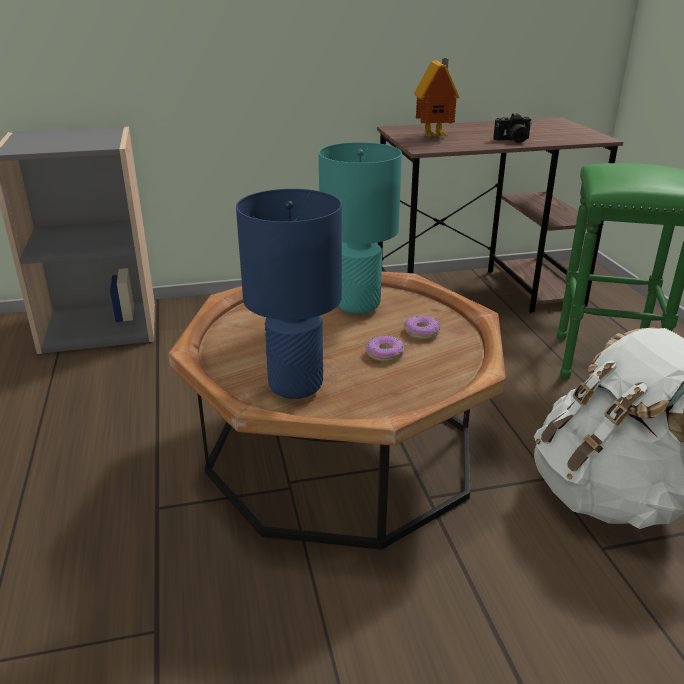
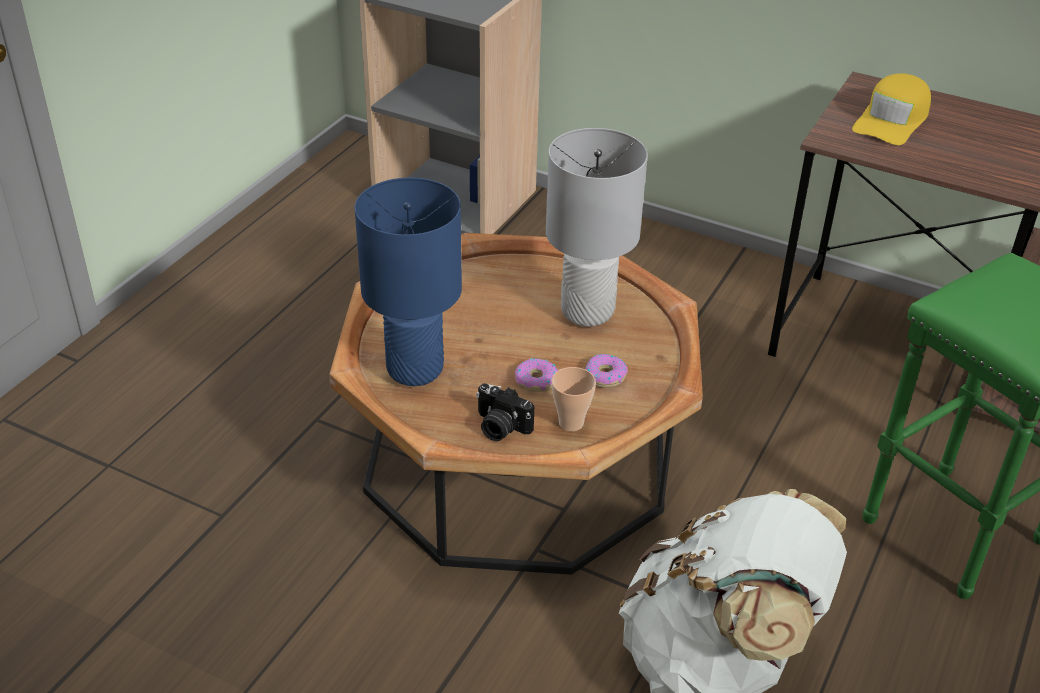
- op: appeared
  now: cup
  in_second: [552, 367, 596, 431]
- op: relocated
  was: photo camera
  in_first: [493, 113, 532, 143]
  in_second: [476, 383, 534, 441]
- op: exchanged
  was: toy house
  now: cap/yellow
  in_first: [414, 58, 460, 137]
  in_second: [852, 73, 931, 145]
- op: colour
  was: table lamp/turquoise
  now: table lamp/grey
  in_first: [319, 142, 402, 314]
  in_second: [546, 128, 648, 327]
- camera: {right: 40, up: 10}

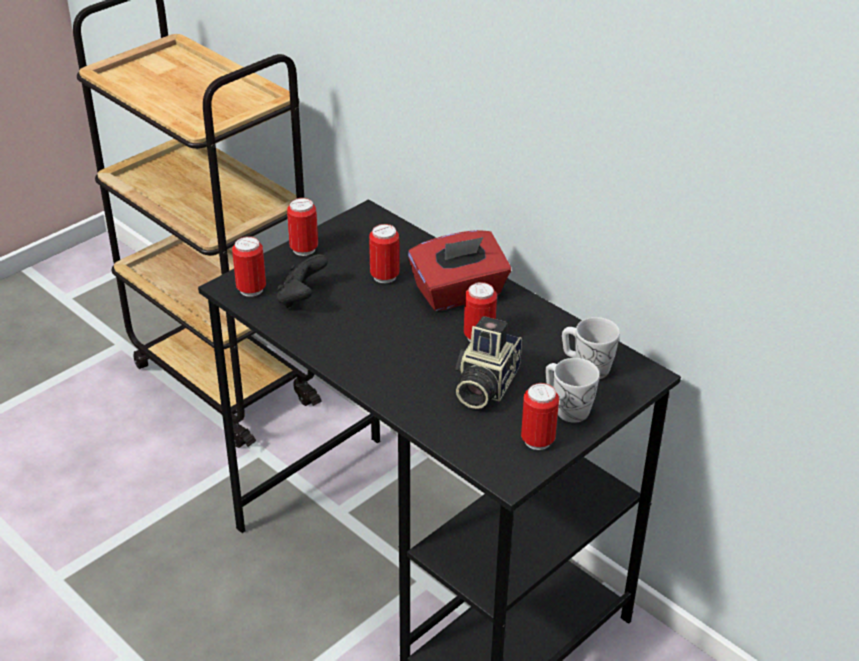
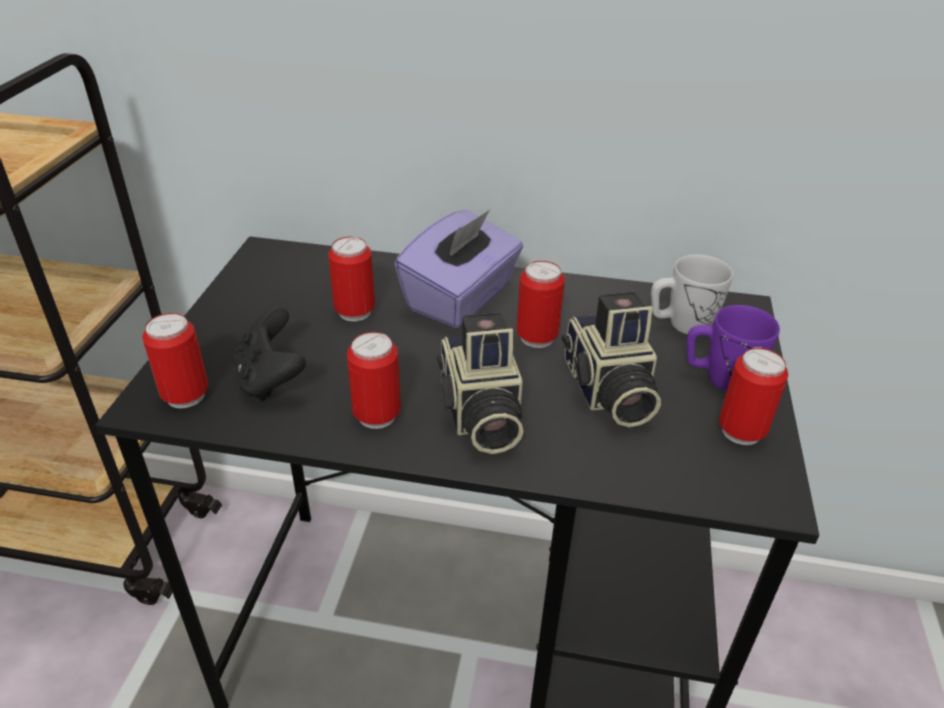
- op: appeared
  now: photo camera
  in_second: [437, 312, 524, 454]
- op: relocated
  was: can
  in_first: [287, 198, 318, 256]
  in_second: [347, 332, 401, 429]
- op: colour
  was: tissue box/red
  now: tissue box/purple
  in_first: [408, 230, 511, 311]
  in_second: [395, 210, 523, 328]
- op: colour
  was: mug/white
  now: mug/purple
  in_first: [545, 358, 600, 423]
  in_second: [687, 305, 780, 392]
- camera: {right: -35, up: 0}

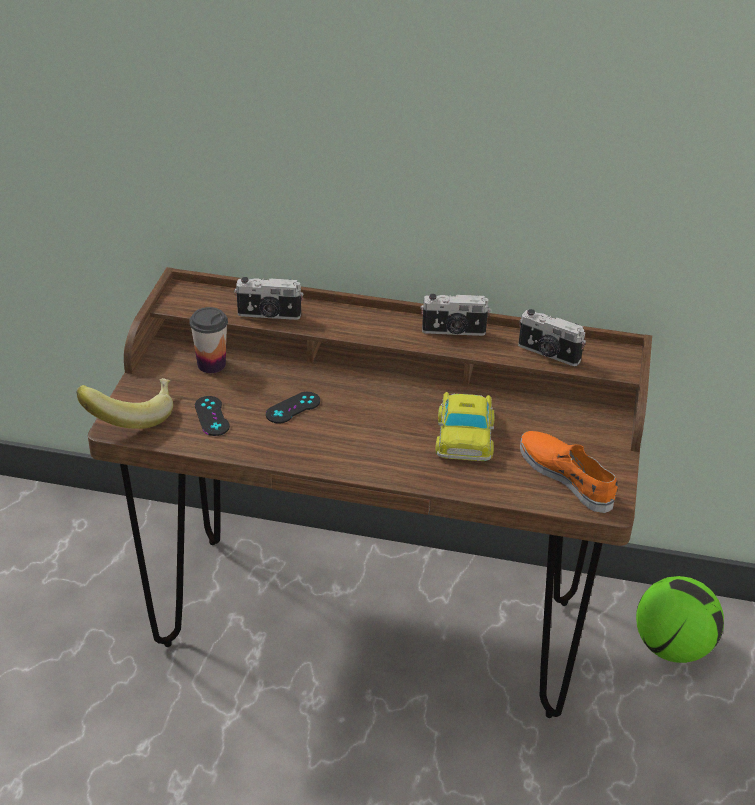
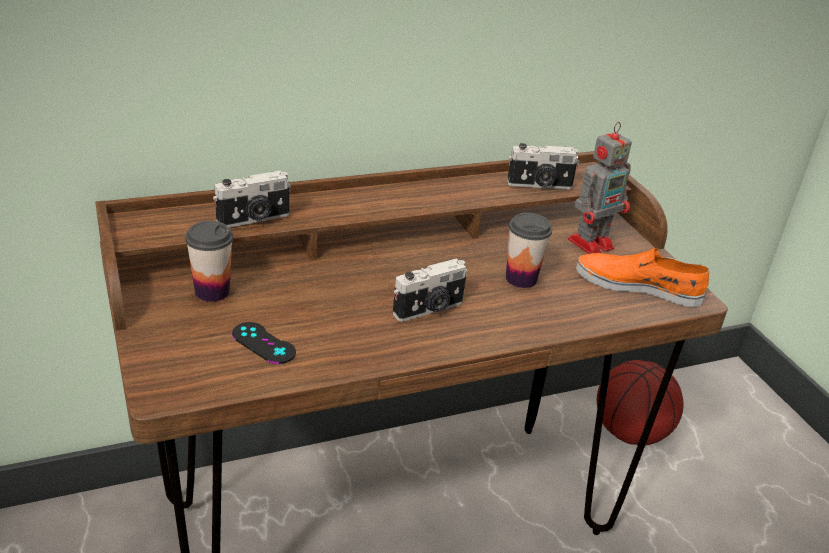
- op: missing
  was: banana
  in_first: [76, 378, 173, 429]
- op: missing
  was: game controller/black
  in_first: [266, 392, 320, 423]
- op: appeared
  now: toy robot
  in_second: [568, 122, 632, 254]
- op: relocated
  was: photo camera
  in_first: [421, 294, 491, 336]
  in_second: [393, 258, 467, 322]
- op: exchanged
  was: toy car
  now: cup
  in_first: [435, 392, 495, 461]
  in_second: [506, 213, 552, 288]
- op: exchanged
  was: football
  now: basketball
  in_first: [636, 576, 724, 663]
  in_second: [597, 360, 684, 445]
- camera: {right: -35, up: -5}

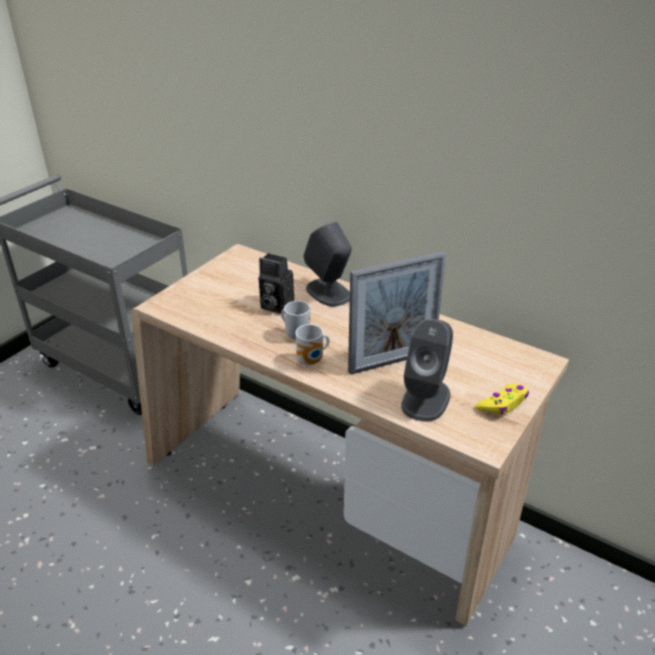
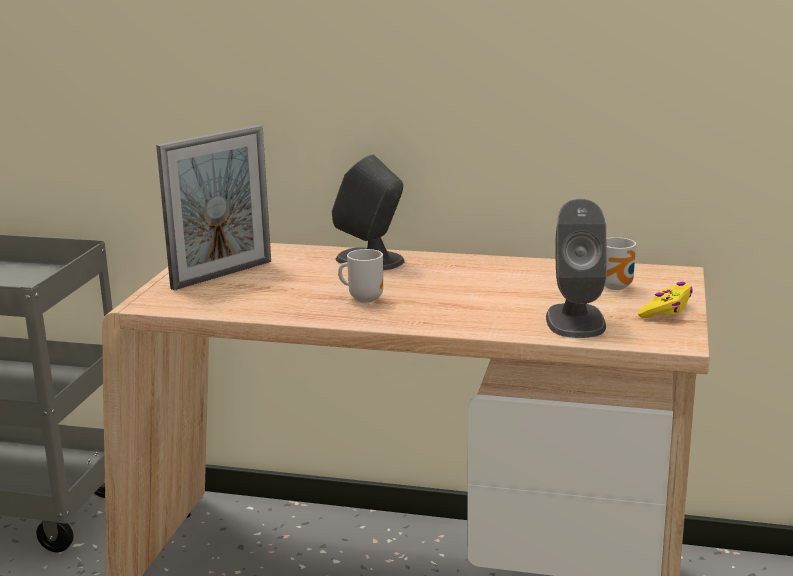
- op: missing
  was: photo camera
  in_first: [258, 253, 294, 314]
- op: relocated
  was: mug
  in_first: [295, 324, 330, 365]
  in_second: [605, 237, 636, 290]
- op: relocated
  was: picture frame
  in_first: [348, 251, 446, 375]
  in_second: [156, 125, 271, 290]
- camera: {right: -20, up: -15}

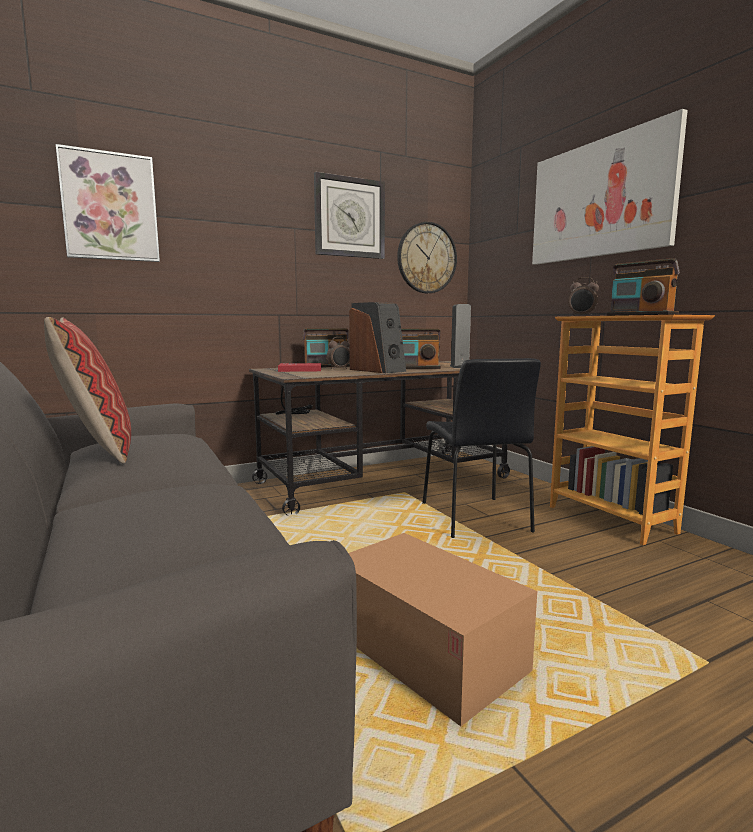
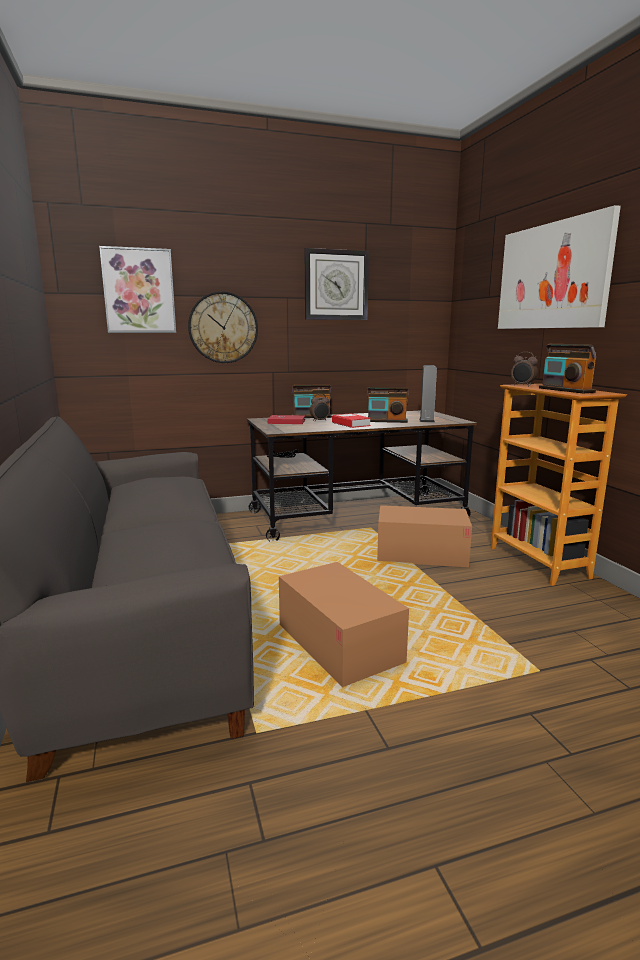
- op: missing
  was: pillow
  in_first: [44, 317, 131, 463]
- op: relocated
  was: wall clock
  in_first: [397, 222, 457, 293]
  in_second: [188, 291, 258, 363]
- op: exchanged
  was: speaker
  now: book
  in_first: [349, 302, 406, 373]
  in_second: [332, 413, 371, 428]
- op: exchanged
  was: chair/black
  now: cardboard box
  in_first: [422, 358, 541, 538]
  in_second: [377, 505, 472, 567]
- camera: {right: 10, up: 5}

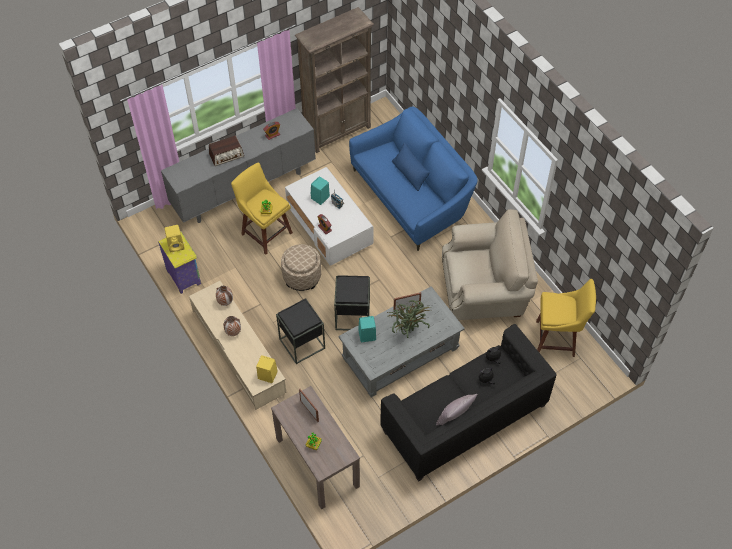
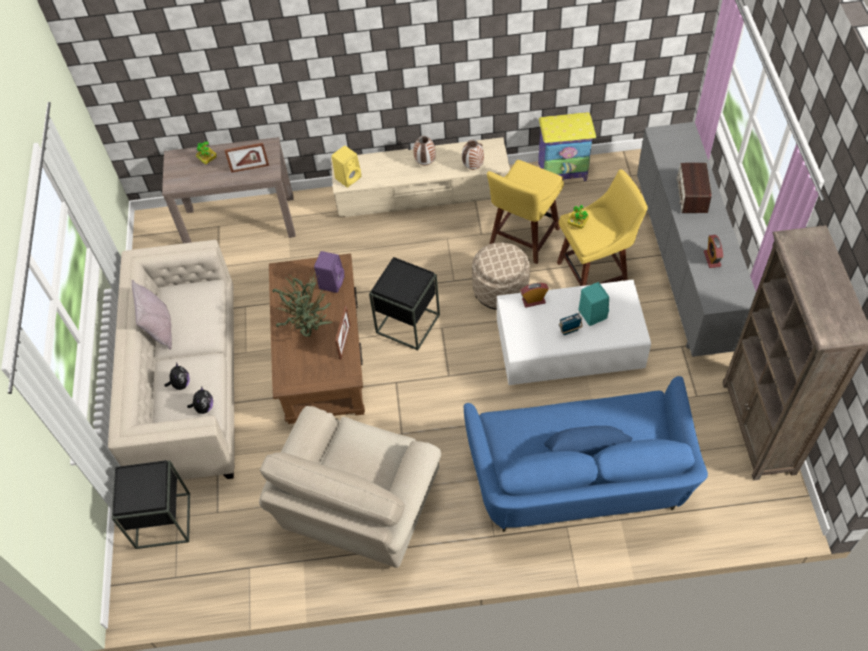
- op: missing
  was: speaker/yellow
  in_first: [164, 225, 185, 253]
- op: relocated
  was: side table/black
  in_first: [276, 299, 325, 364]
  in_second: [112, 460, 190, 549]
- op: relocated
  was: stool/yellow
  in_first: [536, 279, 596, 357]
  in_second: [487, 160, 564, 264]
- op: colour
  was: coffee table/grey
  now: coffee table/brown
  in_first: [339, 286, 465, 397]
  in_second: [269, 253, 365, 424]
- op: colour
  was: speaker/turquoise
  now: speaker/purple
  in_first: [359, 316, 376, 342]
  in_second: [314, 251, 345, 293]
- op: colour
  was: sofa/black
  now: sofa/beige
  in_first: [380, 324, 557, 482]
  in_second: [108, 240, 235, 480]
- camera: {right: 120, up: 0}

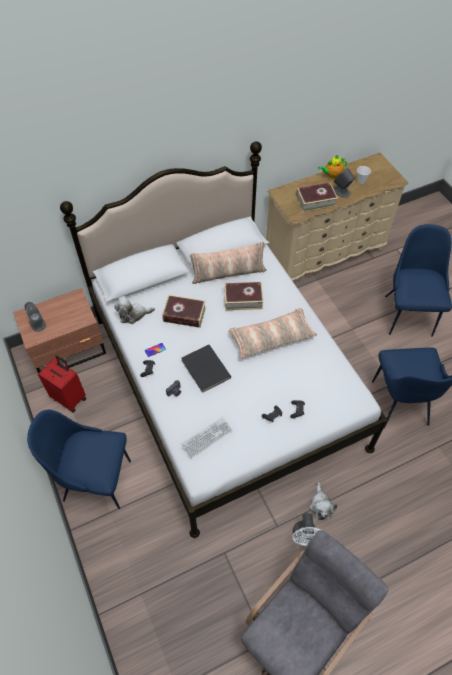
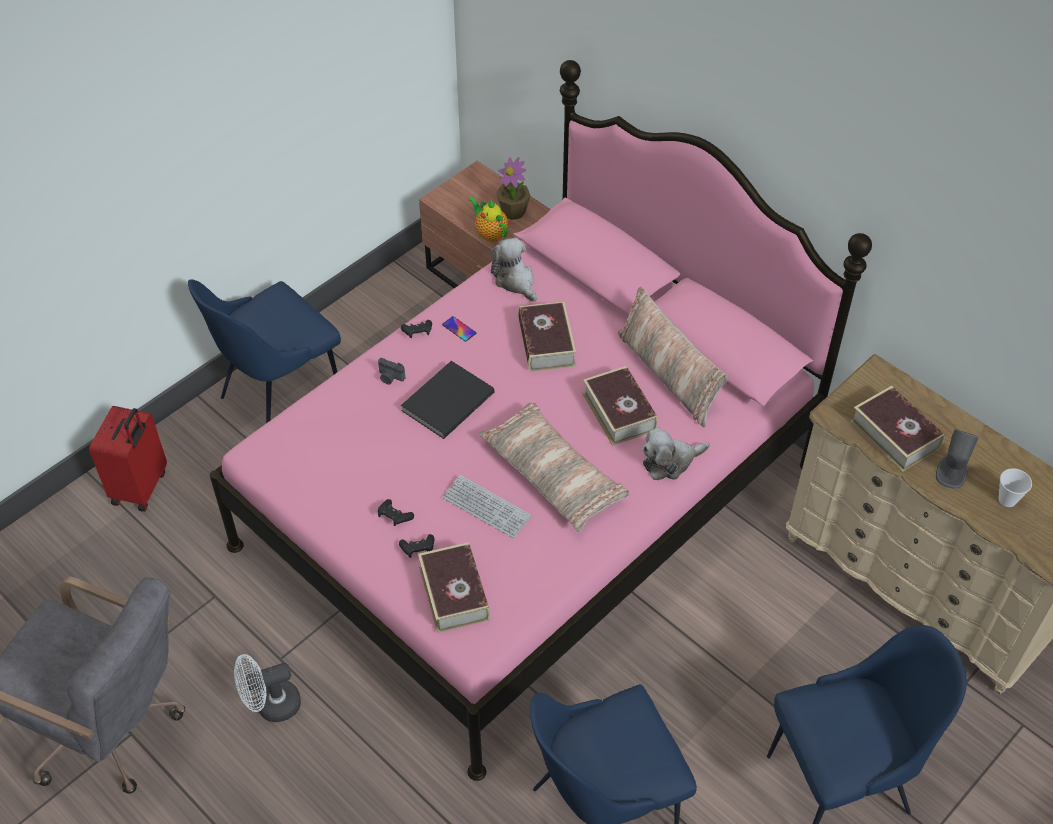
- op: missing
  was: speaker/grey
  in_first: [24, 302, 46, 332]
- op: appeared
  now: book
  in_second: [418, 542, 490, 633]
- op: appeared
  now: potted plant
  in_second: [496, 157, 530, 220]
- op: relocated
  was: suitcase/red
  in_first: [38, 355, 86, 413]
  in_second: [89, 406, 167, 512]
- op: relocated
  was: keyboard
  in_first: [181, 417, 233, 458]
  in_second: [443, 475, 531, 539]
- op: relocated
  was: plush toy
  in_first: [309, 482, 337, 520]
  in_second: [642, 428, 710, 480]
- op: relocated
  was: teapot
  in_first: [318, 155, 347, 179]
  in_second: [468, 197, 508, 242]
- op: colour
  was: bed/white
  now: bed/pink
  in_first: [60, 142, 388, 538]
  in_second: [210, 60, 872, 781]
- op: spun
  was: chair/blue
  in_first: [27, 410, 131, 509]
  in_second: [188, 279, 341, 423]
  clockwise: -120
- camera: {right: 70, up: -5}

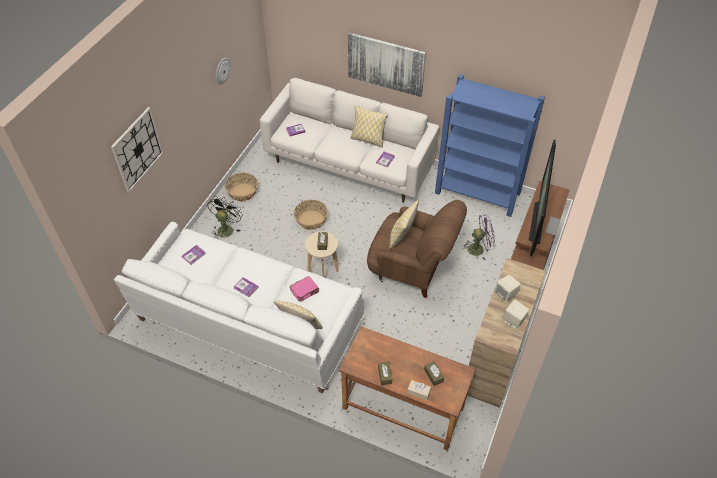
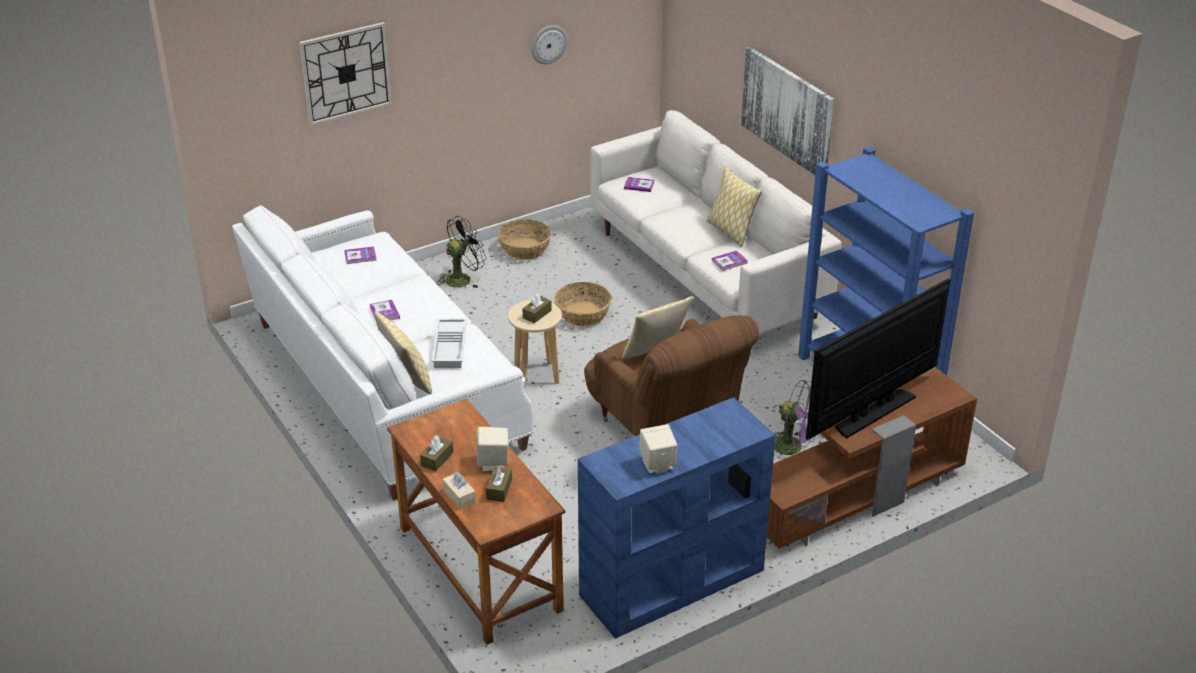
- op: relocated
  was: speaker/beige
  in_first: [494, 274, 521, 303]
  in_second: [476, 427, 509, 471]
- op: exchanged
  was: book/pink
  now: tray/white
  in_first: [290, 276, 319, 302]
  in_second: [432, 318, 467, 368]
- op: colour
  was: bookcase/brown
  now: bookcase/blue
  in_first: [467, 258, 546, 408]
  in_second: [578, 397, 776, 639]
- camera: {right: 35, up: -15}

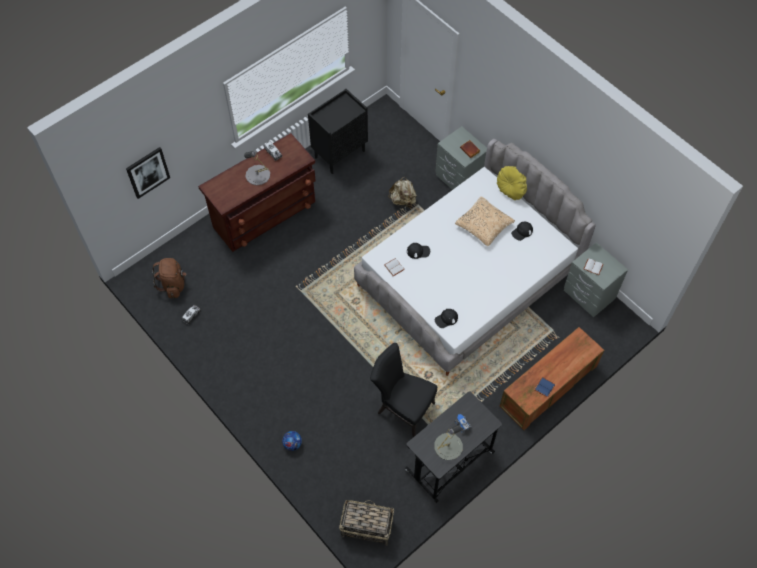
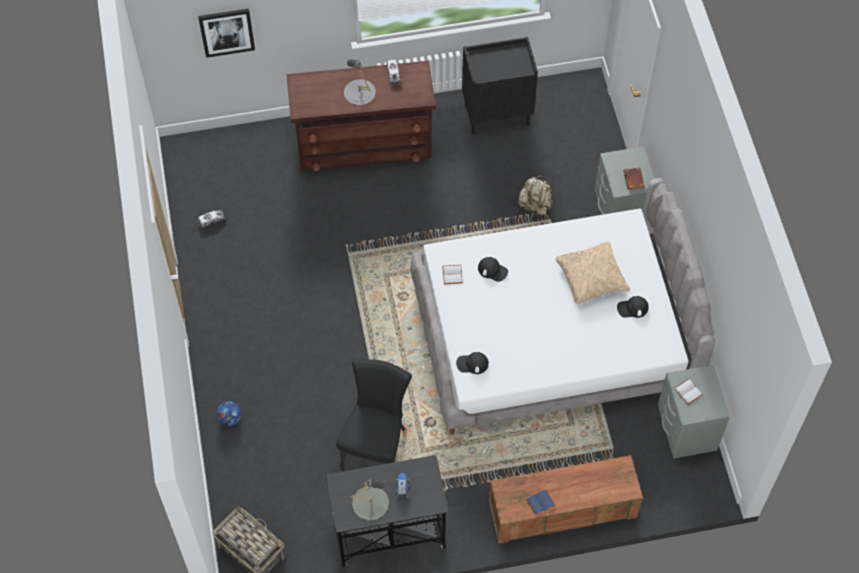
- op: missing
  was: backpack/brown
  in_first: [152, 258, 186, 298]
- op: missing
  was: pillow/yellow
  in_first: [497, 166, 527, 200]
- op: spun
  was: chair/black
  in_first: [370, 343, 437, 437]
  in_second: [336, 359, 412, 467]
  clockwise: 45
- camera: {right: 30, up: 0}

